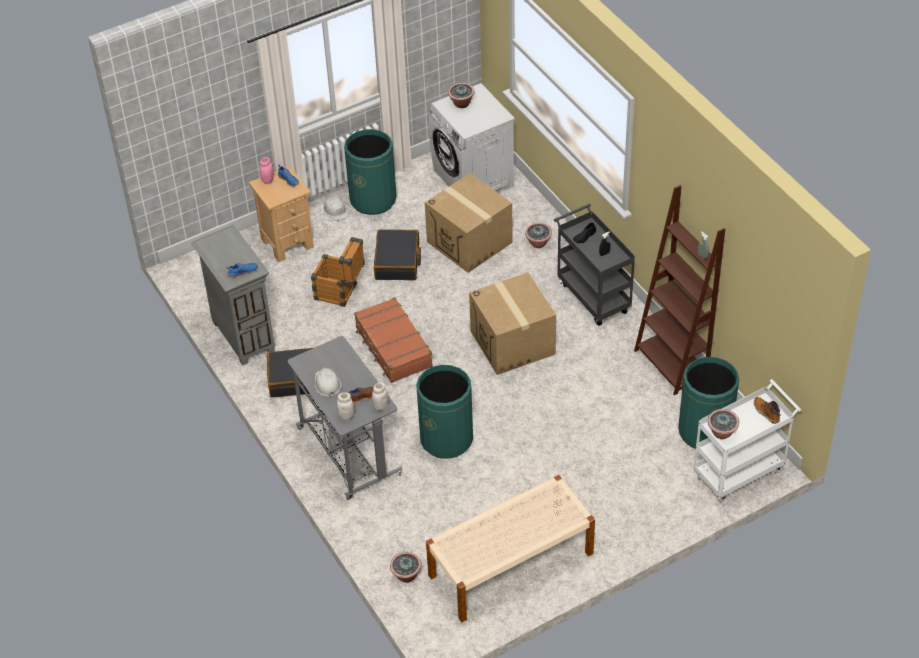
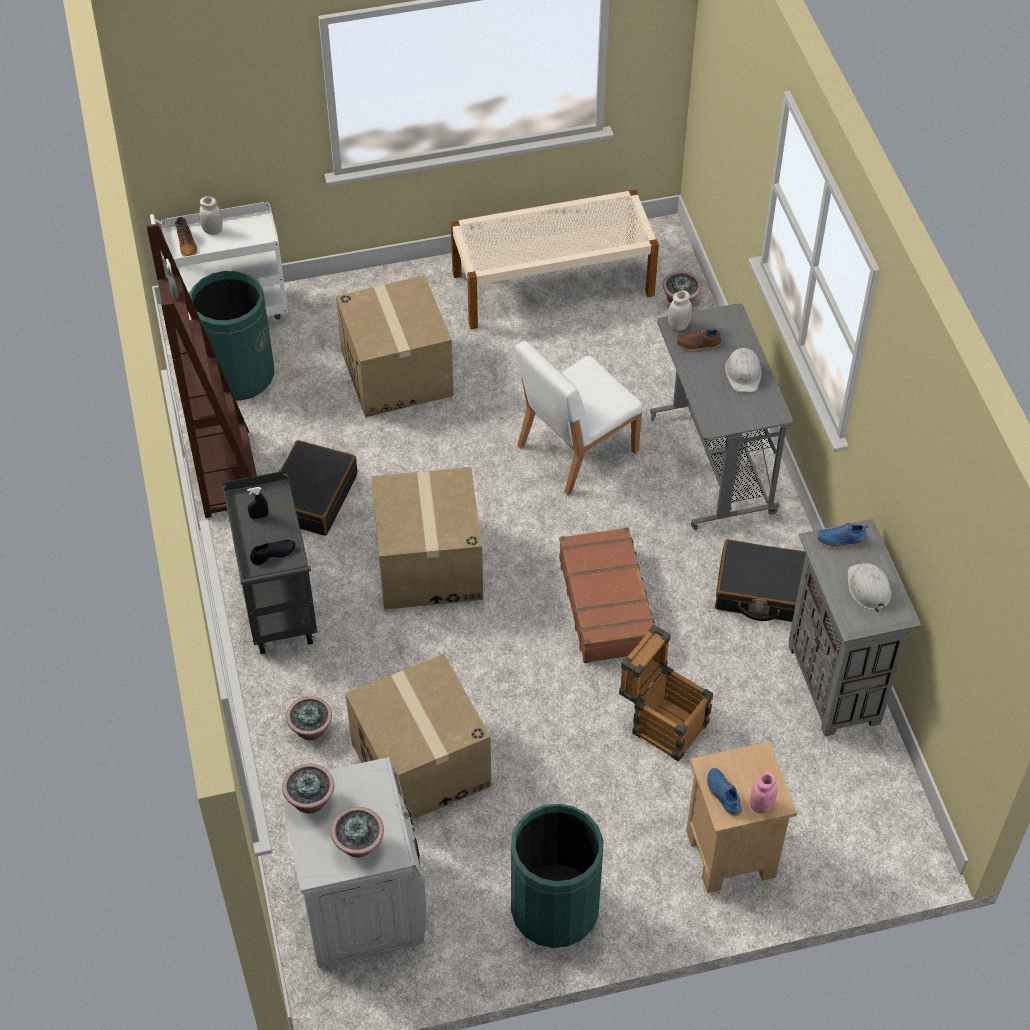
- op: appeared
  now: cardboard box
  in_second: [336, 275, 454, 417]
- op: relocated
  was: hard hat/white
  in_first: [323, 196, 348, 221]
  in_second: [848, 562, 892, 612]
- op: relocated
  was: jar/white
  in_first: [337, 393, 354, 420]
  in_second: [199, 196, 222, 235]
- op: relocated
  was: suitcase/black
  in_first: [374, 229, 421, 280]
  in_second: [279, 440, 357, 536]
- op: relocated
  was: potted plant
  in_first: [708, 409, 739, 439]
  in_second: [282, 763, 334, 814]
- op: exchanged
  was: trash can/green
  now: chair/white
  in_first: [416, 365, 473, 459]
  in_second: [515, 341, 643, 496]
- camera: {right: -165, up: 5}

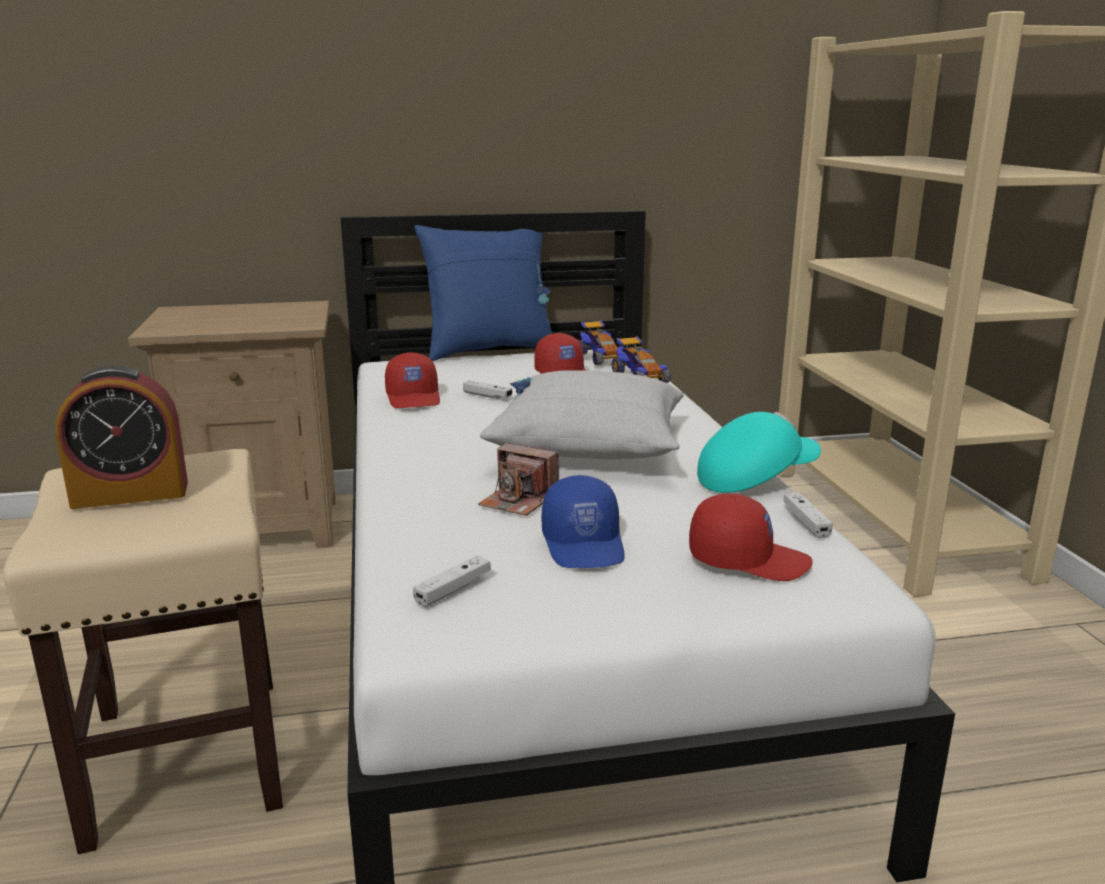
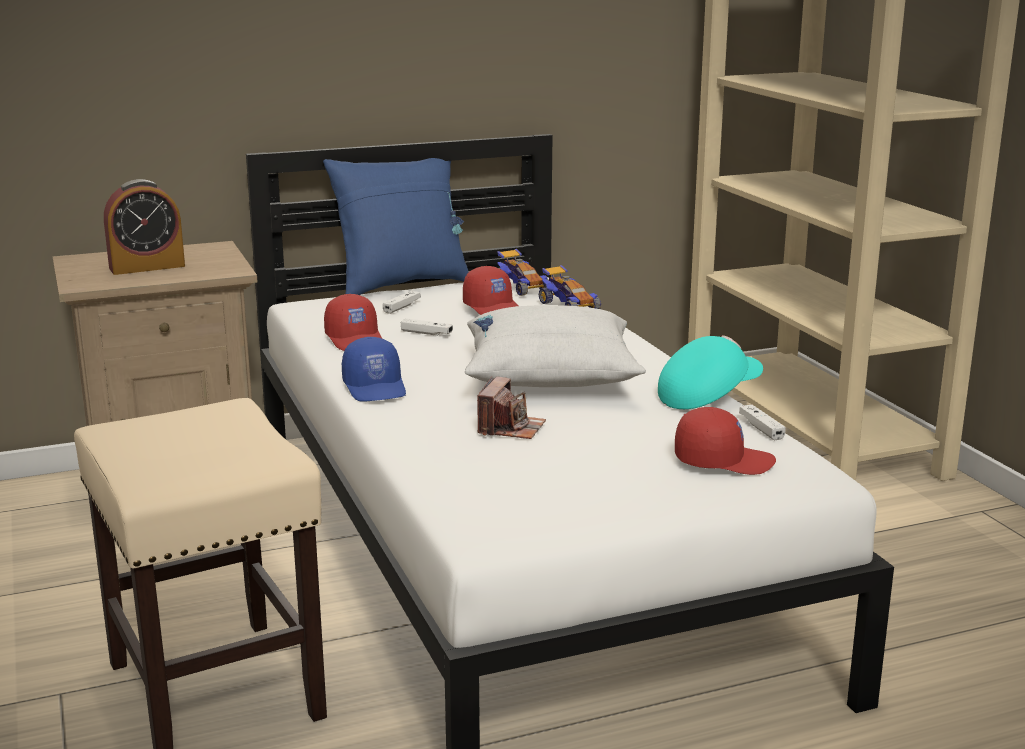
- op: relocated
  was: alarm clock
  in_first: [55, 366, 188, 509]
  in_second: [104, 179, 185, 275]
- op: relocated
  was: game controller/white
  in_first: [413, 555, 491, 607]
  in_second: [383, 291, 421, 314]
- op: relocated
  was: cap/blue
  in_first: [542, 475, 624, 568]
  in_second: [342, 337, 406, 402]
- op: spun
  was: photo camera
  in_first: [478, 443, 559, 516]
  in_second: [477, 377, 546, 439]
  clockwise: -90
- camera: {right: -10, up: 0}

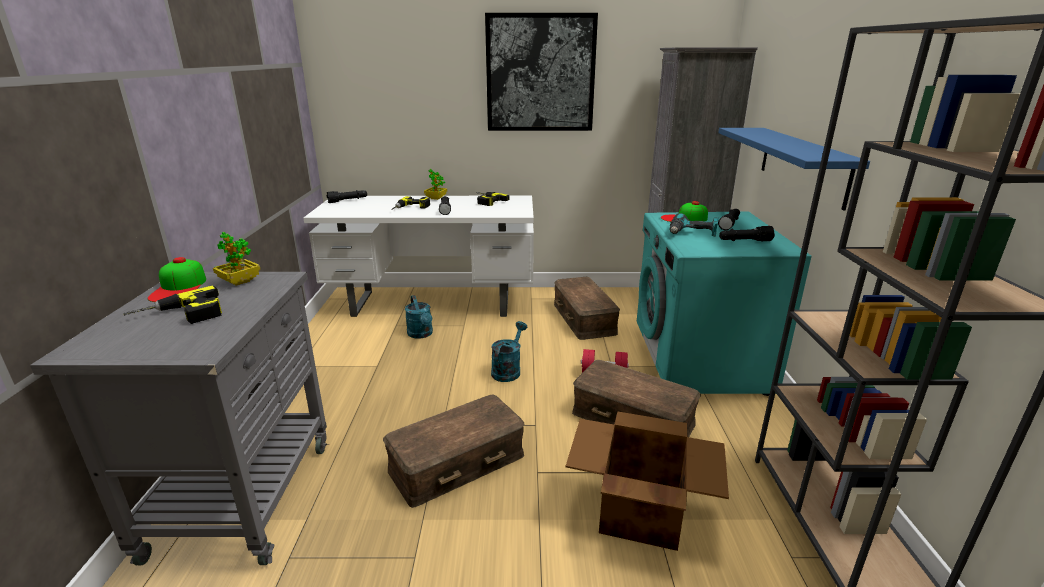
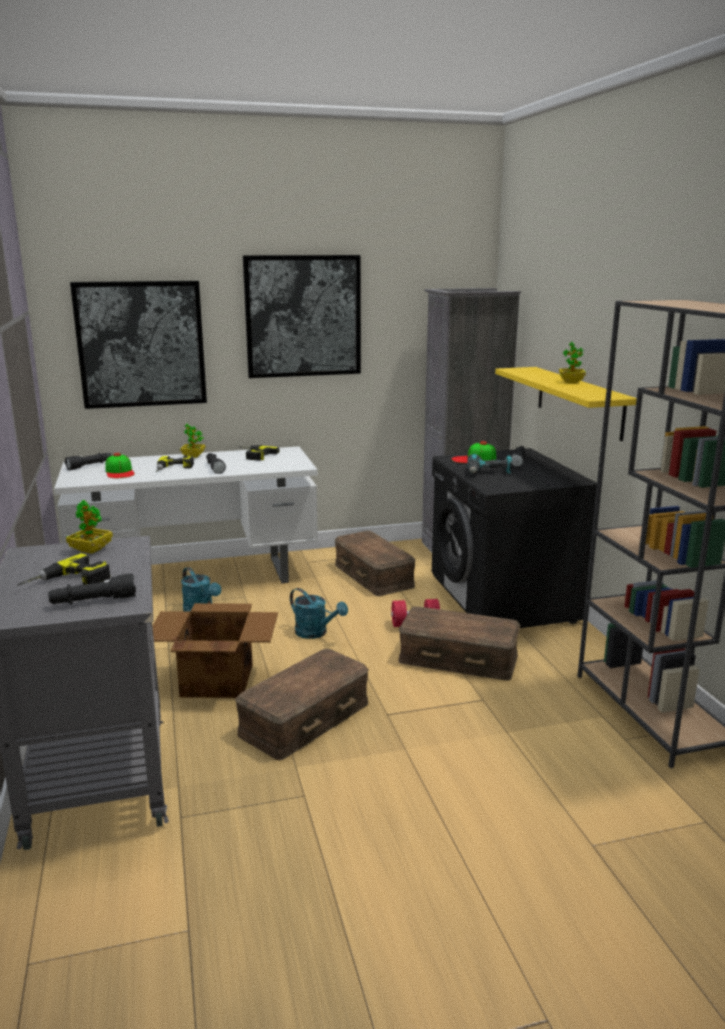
- op: appeared
  now: picture
  in_second: [70, 281, 207, 409]
- op: appeared
  now: potted plant
  in_second: [559, 342, 586, 384]
- op: relocated
  was: cap
  in_first: [148, 257, 206, 302]
  in_second: [105, 453, 135, 478]
- op: relocated
  was: cardboard box
  in_first: [566, 412, 729, 551]
  in_second: [152, 603, 278, 698]
- op: relocated
  was: flashlight/black
  in_first: [719, 226, 775, 241]
  in_second: [48, 573, 136, 605]
- op: colour
  was: washing machine/turquoise
  now: washing machine/black
  in_first: [637, 211, 812, 396]
  in_second: [432, 448, 597, 628]
- op: colour
  was: shelf/blue
  now: shelf/yellow
  in_first: [718, 128, 870, 211]
  in_second: [495, 367, 637, 441]
- op: spun
  was: watering can/turquoise
  in_first: [491, 321, 527, 382]
  in_second: [290, 588, 348, 639]
  clockwise: 120
- camera: {right: -15, up: -5}

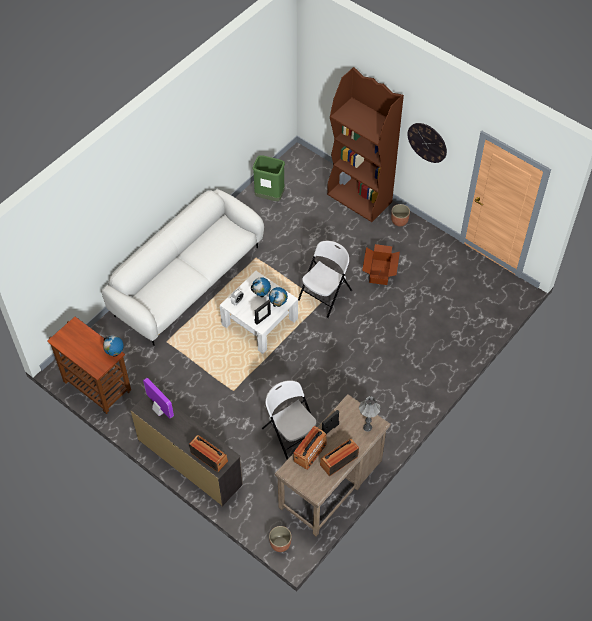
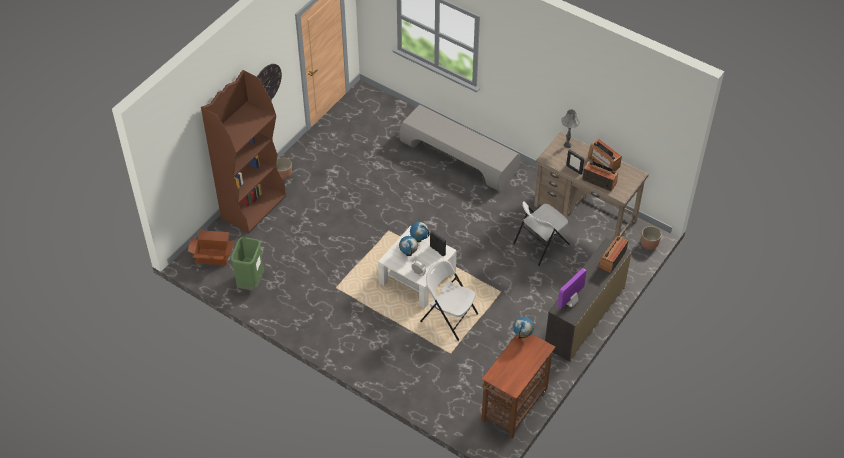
- op: missing
  was: sofa/white
  in_first: [102, 189, 264, 346]
- op: appeared
  now: bench/grey
  in_second: [399, 105, 520, 192]
- op: relocated
  was: chair/white
  in_first: [298, 241, 352, 318]
  in_second: [420, 261, 478, 341]
- op: relocated
  was: cardboard box
  in_first: [362, 244, 400, 285]
  in_second: [188, 230, 234, 265]
- camera: {right: -95, up: -5}

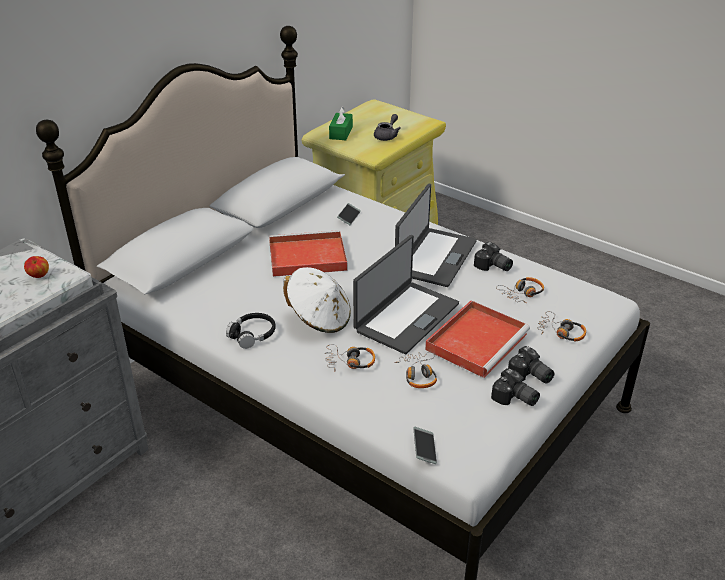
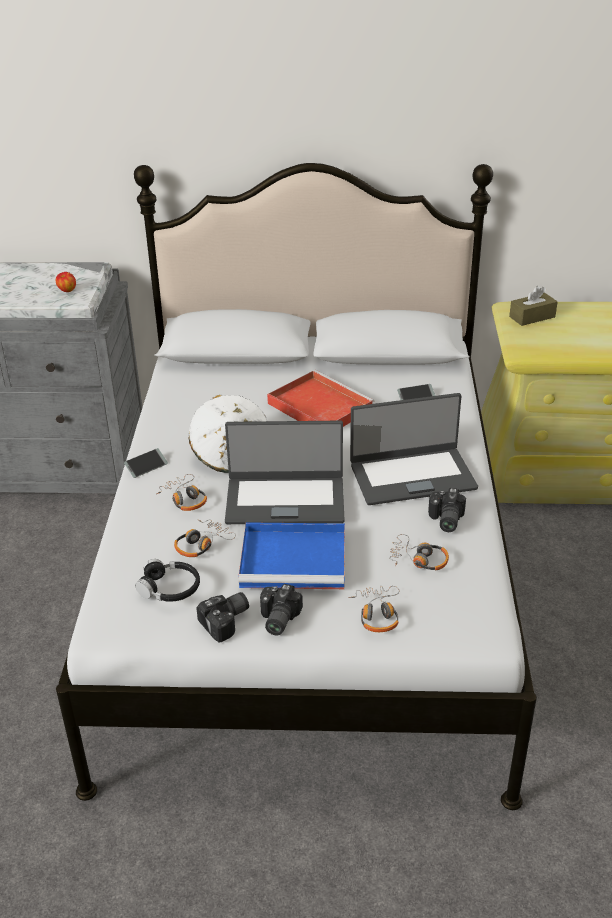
- op: missing
  was: teapot/grey
  in_first: [374, 114, 401, 141]
- op: relocated
  was: headphones/black
  in_first: [226, 313, 276, 349]
  in_second: [135, 559, 200, 602]
- op: relocated
  was: phone
  in_first: [413, 427, 437, 464]
  in_second: [124, 448, 168, 478]
- op: colour
  was: tissue box/green
  now: tissue box/brown
  in_first: [329, 107, 353, 140]
  in_second: [509, 286, 558, 326]
- op: colour
  was: tray/red
  now: tray/blue
  in_first: [425, 300, 530, 378]
  in_second: [238, 522, 345, 589]
- op: spun
  was: photo camera
  in_first: [491, 368, 540, 406]
  in_second: [196, 592, 249, 643]
  clockwise: -135
- camera: {right: 55, up: 0}

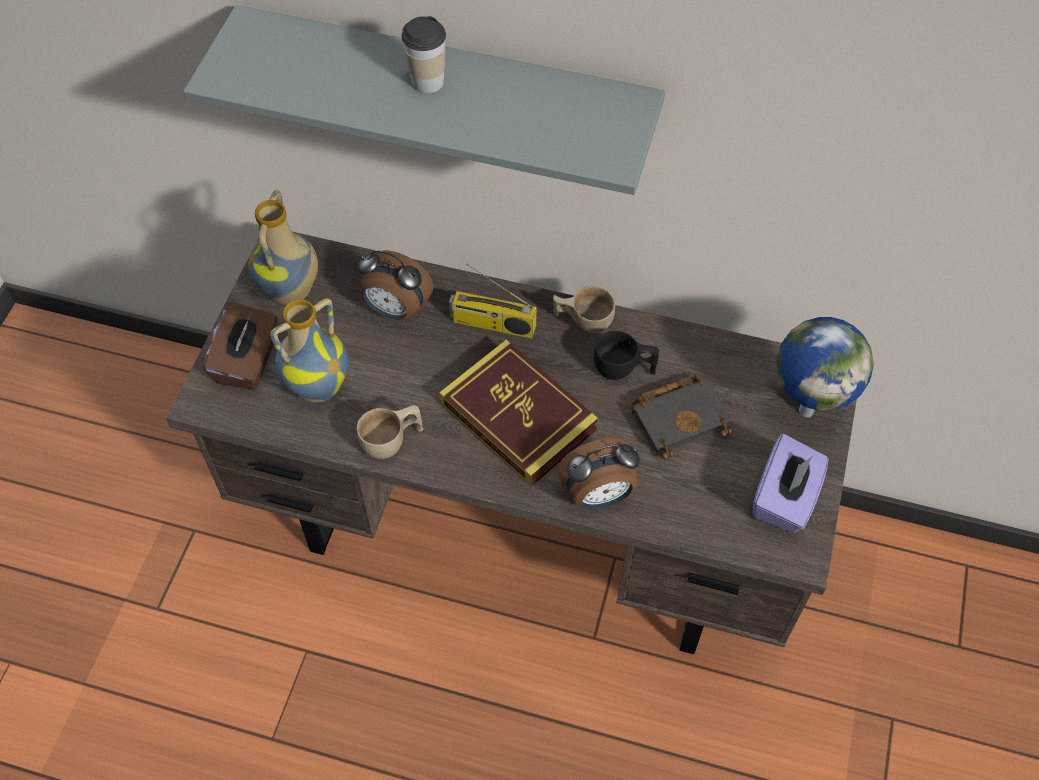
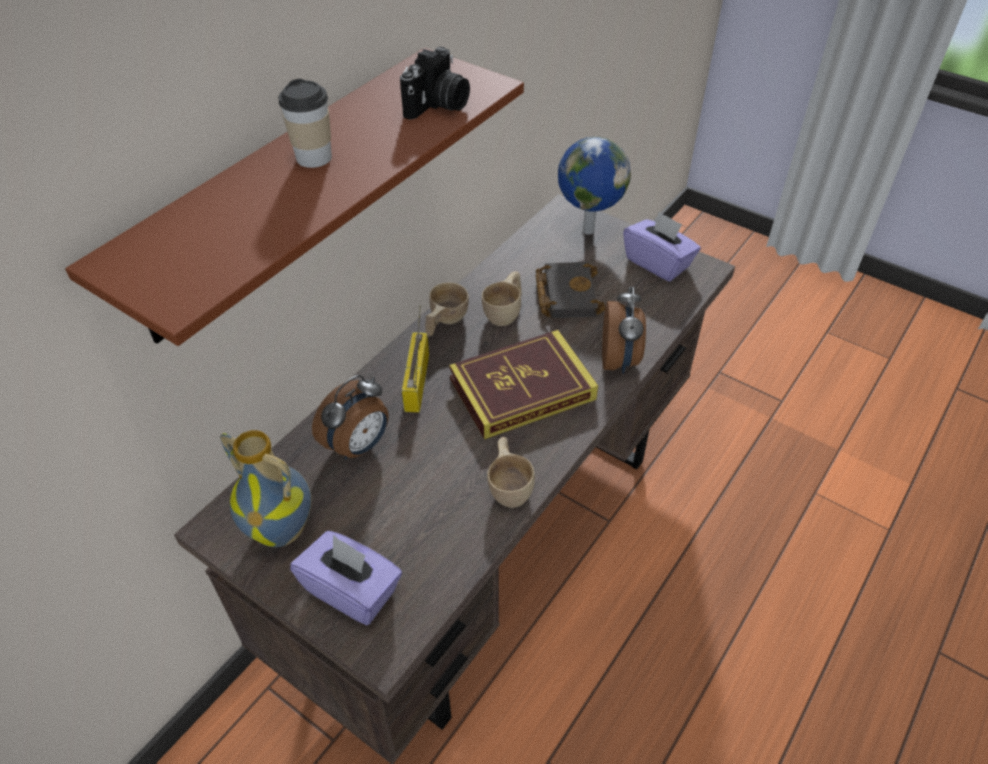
- op: missing
  was: vase
  in_first: [270, 298, 349, 402]
- op: appeared
  now: photo camera
  in_second: [400, 47, 470, 120]
- op: colour
  was: shelf/grey
  now: shelf/brown
  in_first: [183, 5, 665, 195]
  in_second: [65, 48, 524, 346]
- op: colour
  was: tissue box/brown
  now: tissue box/purple
  in_first: [203, 301, 278, 390]
  in_second: [290, 531, 402, 626]
- op: colour
  was: cup/black
  now: cup/beige
  in_first: [594, 331, 659, 380]
  in_second: [482, 271, 522, 326]
- op: spun
  was: radio
  in_first: [449, 264, 537, 338]
  in_second: [402, 306, 429, 413]
  clockwise: 150
- camera: {right: -70, up: -10}

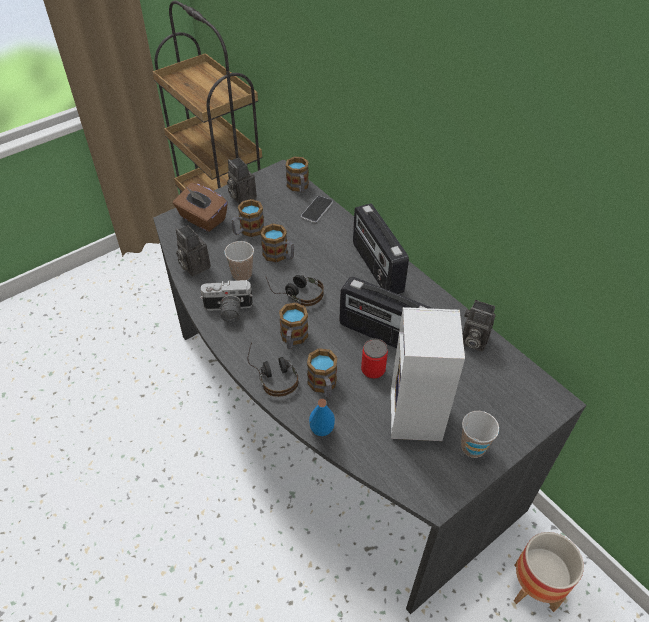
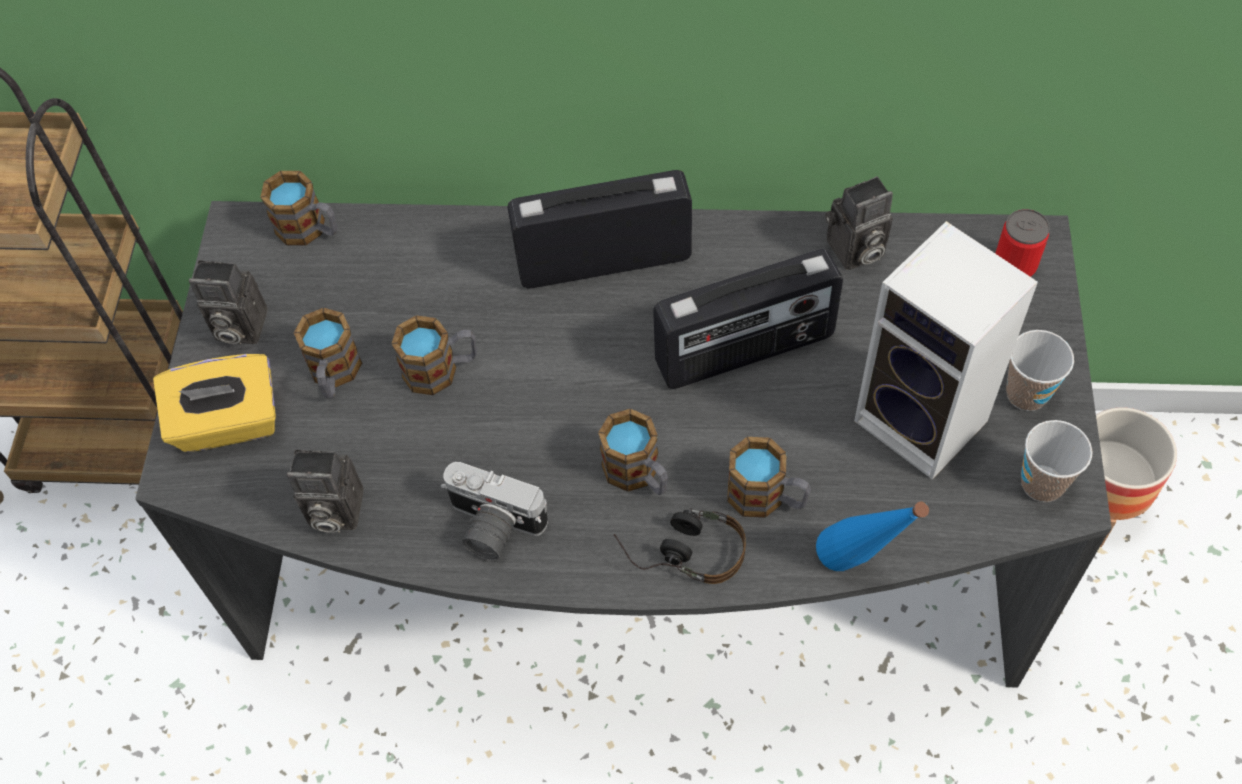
- op: missing
  was: headphones
  in_first: [265, 275, 324, 306]
- op: missing
  was: phone
  in_first: [301, 196, 333, 223]
- op: relocated
  was: cup
  in_first: [224, 241, 254, 281]
  in_second: [1021, 420, 1092, 502]
- op: relocated
  was: can
  in_first: [361, 339, 388, 379]
  in_second: [995, 209, 1050, 277]
- op: colour
  was: tissue box/brown
  now: tissue box/yellow
  in_first: [173, 183, 228, 232]
  in_second: [153, 354, 276, 452]
- op: spun
  was: photo camera
  in_first: [200, 280, 253, 322]
  in_second: [441, 462, 548, 560]
  clockwise: 75
- op: spun
  was: radio
  in_first: [353, 203, 409, 294]
  in_second: [508, 170, 692, 288]
  clockwise: 150
- camera: {right: -45, up: 10}

